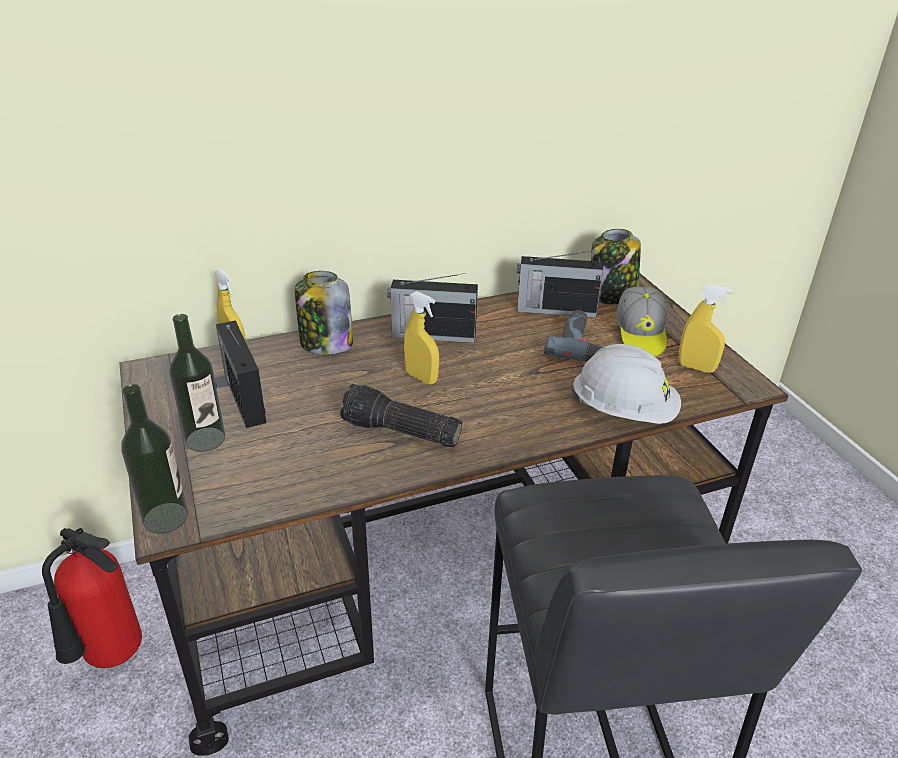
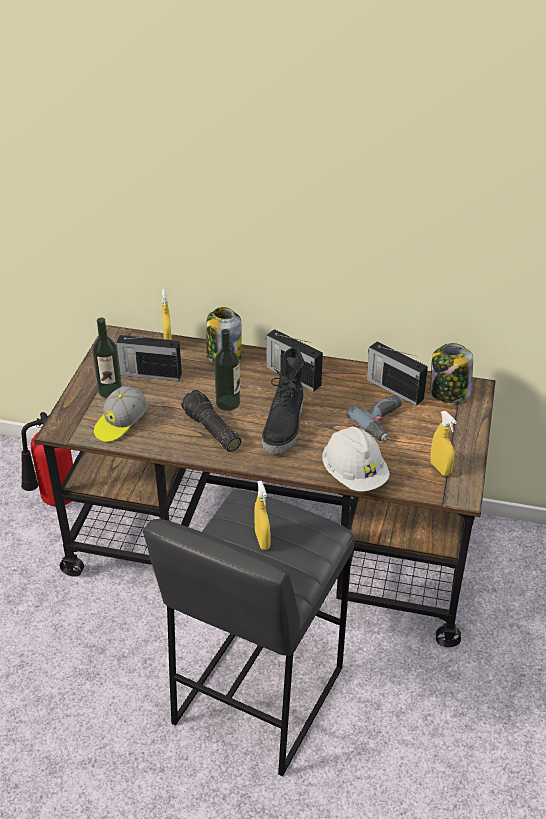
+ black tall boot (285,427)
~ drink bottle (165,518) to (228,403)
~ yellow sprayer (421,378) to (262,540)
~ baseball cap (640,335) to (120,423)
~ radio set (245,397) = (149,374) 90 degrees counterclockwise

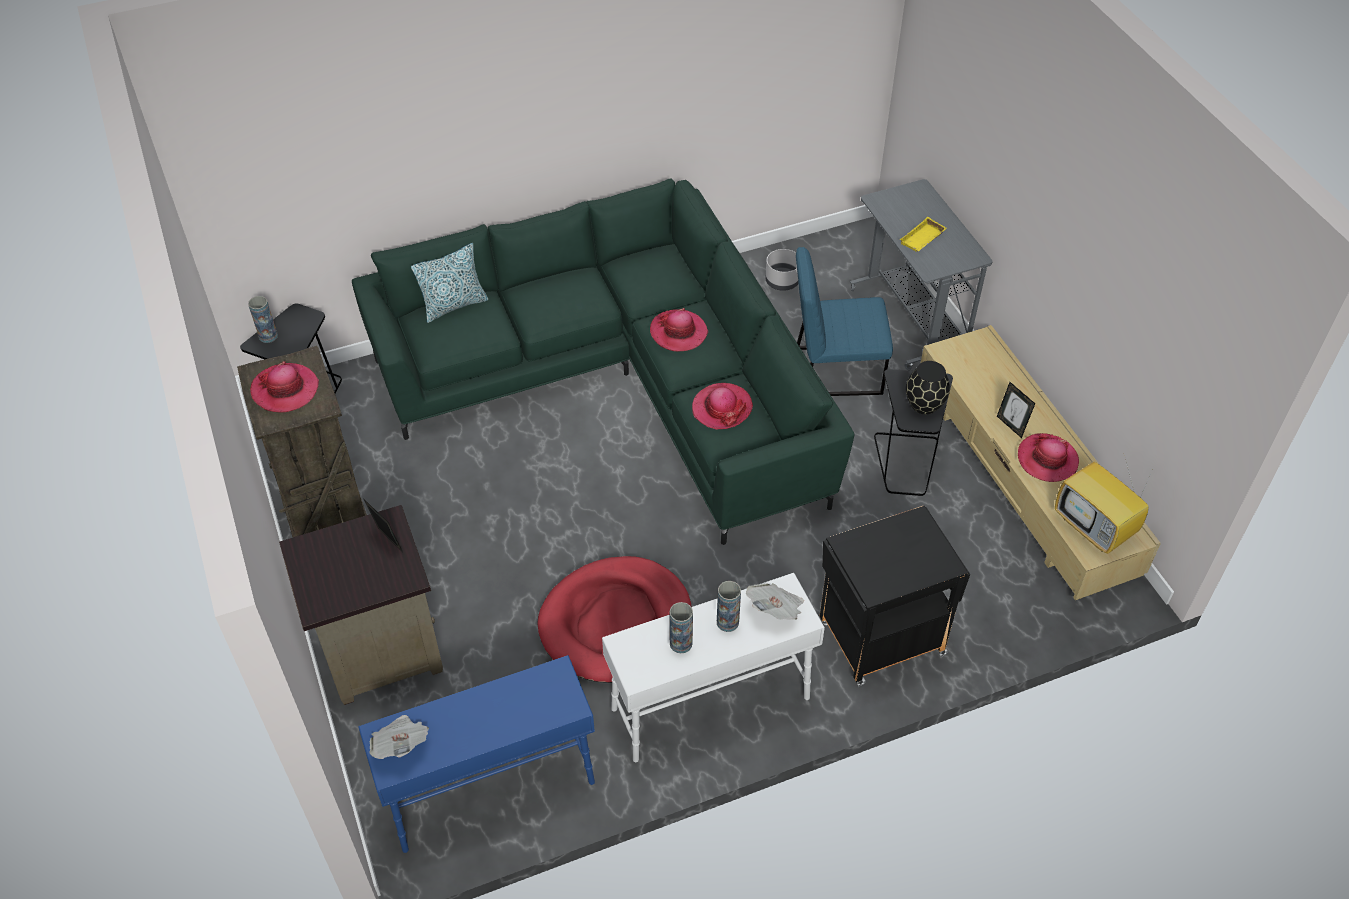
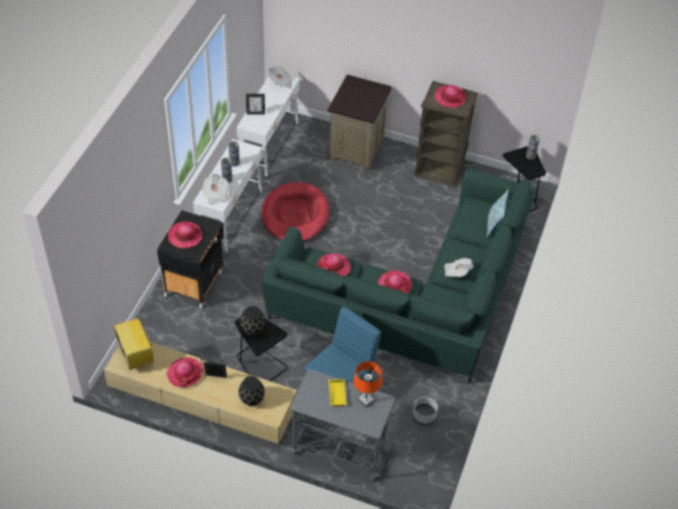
+ clothing hat (185,236)
+ black vase (252,399)
+ orange-coloured tabletop lamp (366,400)
+ printed paper (456,272)
~ photo frame (387,542) to (255,113)
~ blue-coloured console table (490,787) to whitish console table (270,145)
~ television (1095,528) = (137,355) 120 degrees counterclockwise

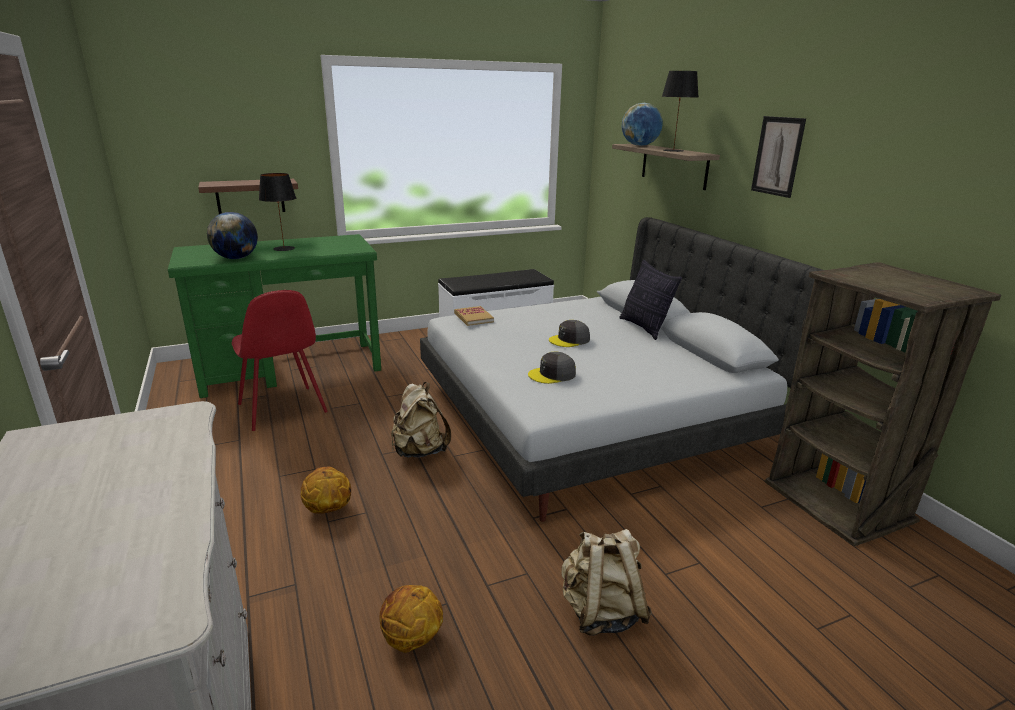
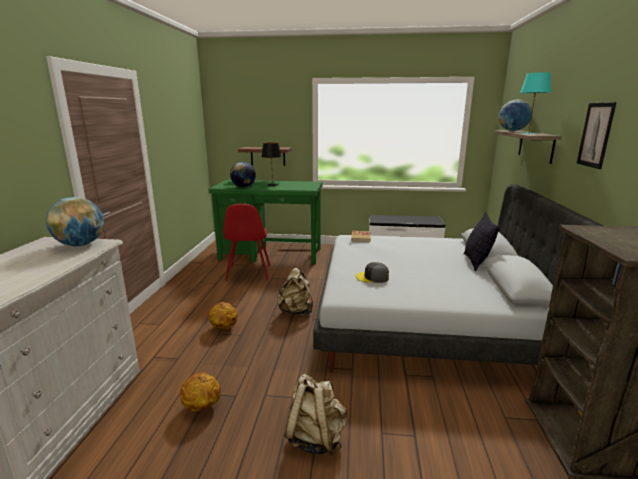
- gray baseball cap (569,340)
+ desk globe (80,244)
~ black tabletop lamp (673,150) to turquoise tabletop lamp (528,133)

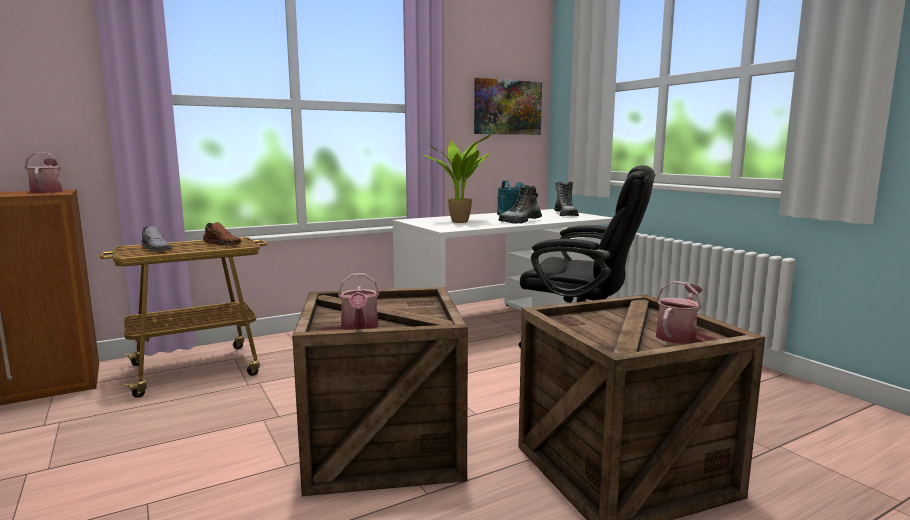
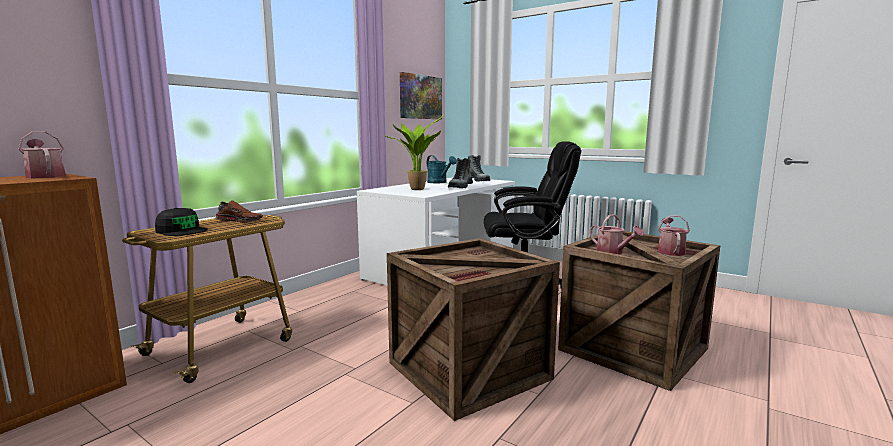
~ watering can (360,328) to (613,252)
~ gray shoe (157,249) to black baseball cap (182,231)

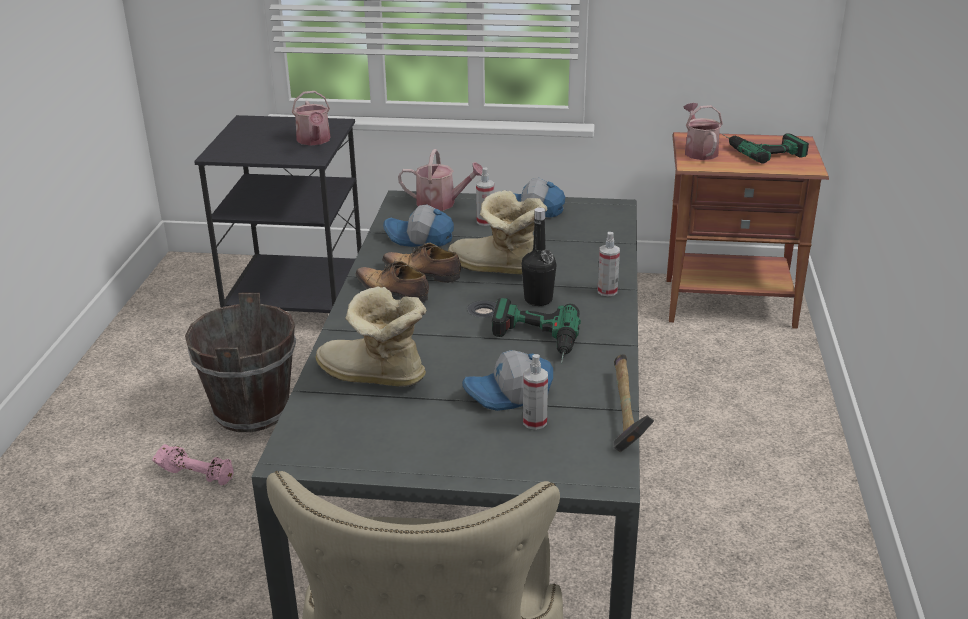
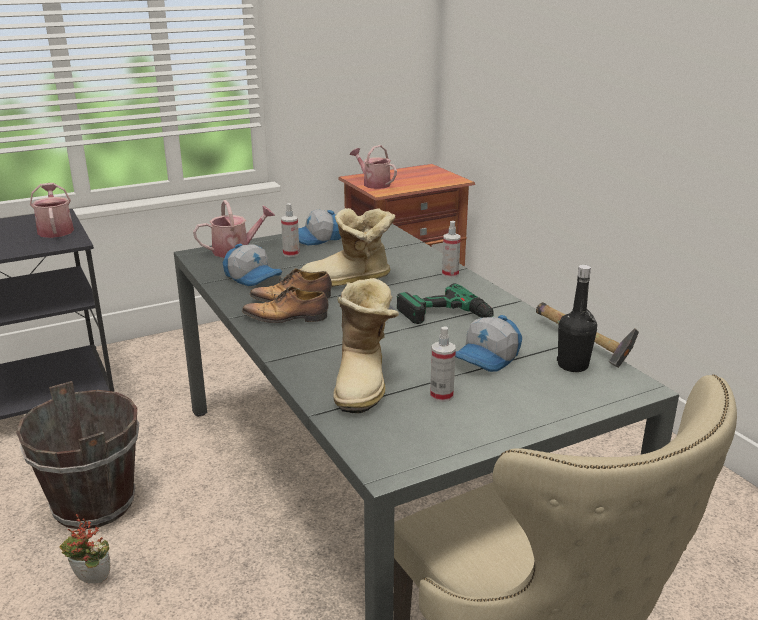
- drill (761,149)
~ black drink bottle (538,300) to (573,365)
~ sprayer (534,422) to (441,395)
~ pinkish hand weight (197,474) to potted plant (91,582)
~ watering can (314,141) = (55,230) 150 degrees counterclockwise
~ tall boot (372,377) = (365,382) 75 degrees counterclockwise
~ baseball cap (419,238) = (253,277) 120 degrees counterclockwise

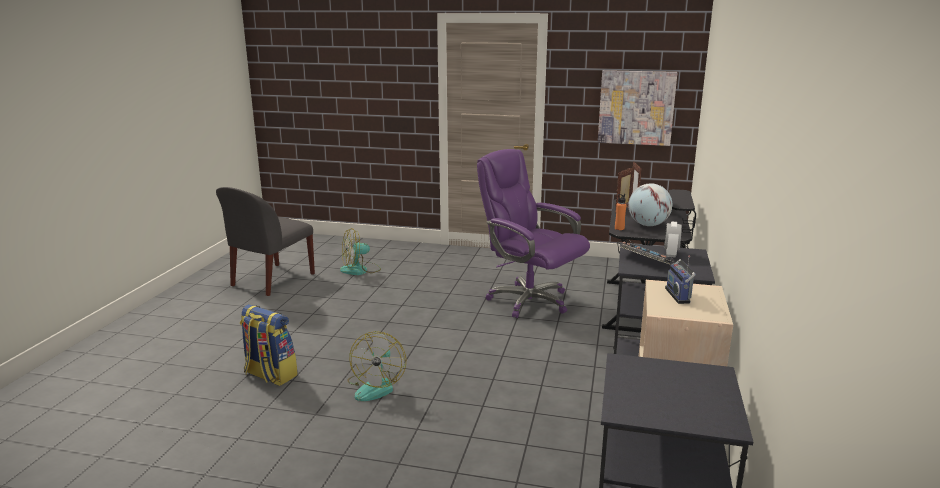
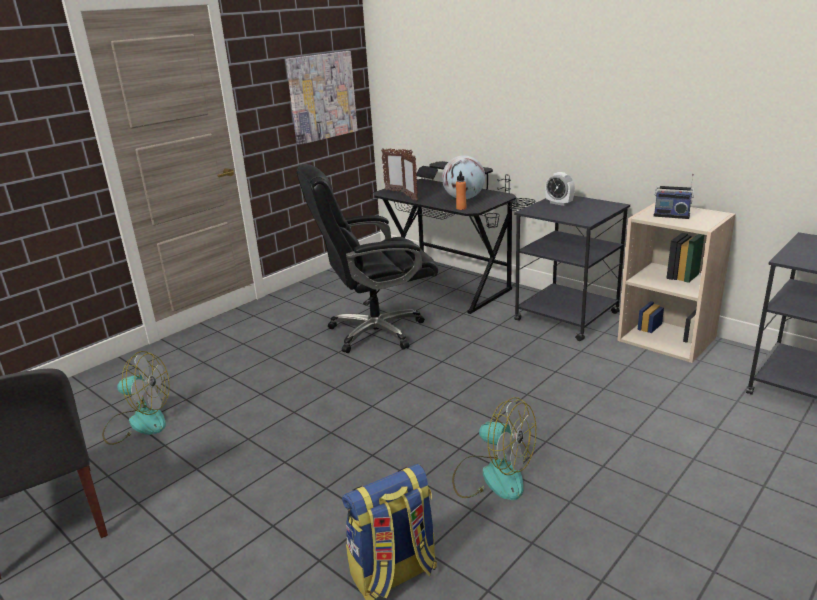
- keyboard (643,260)
~ purple desk chair (530,301) to black desk chair (378,331)
~ cooling fan (360,270) = (138,422) 90 degrees counterclockwise

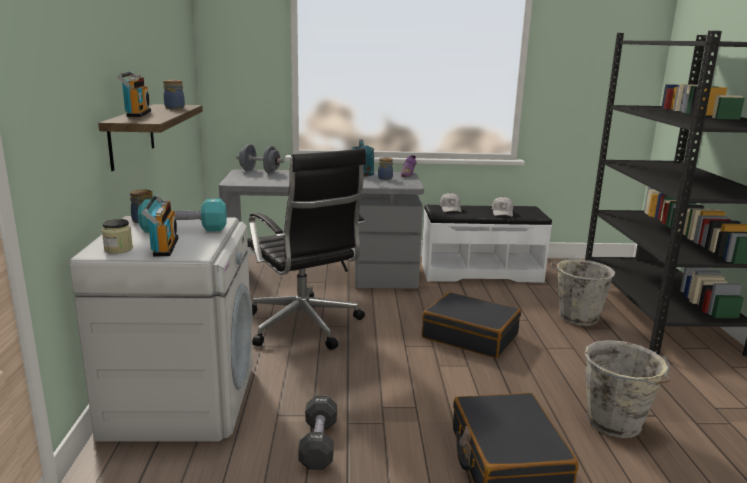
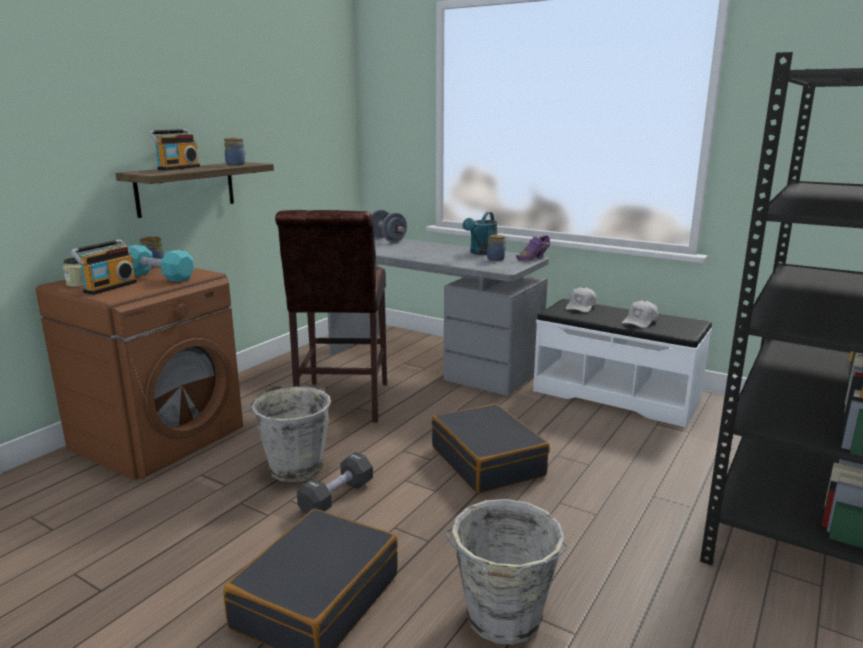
~ black hand weight (318,444) to (336,497)
~ gray water bucket (576,317) to (295,467)
~ black desk chair (304,326) to brownish sitting stool (341,404)
~ whitish laundry appliance (184,398) to brownish laundry appliance (162,436)

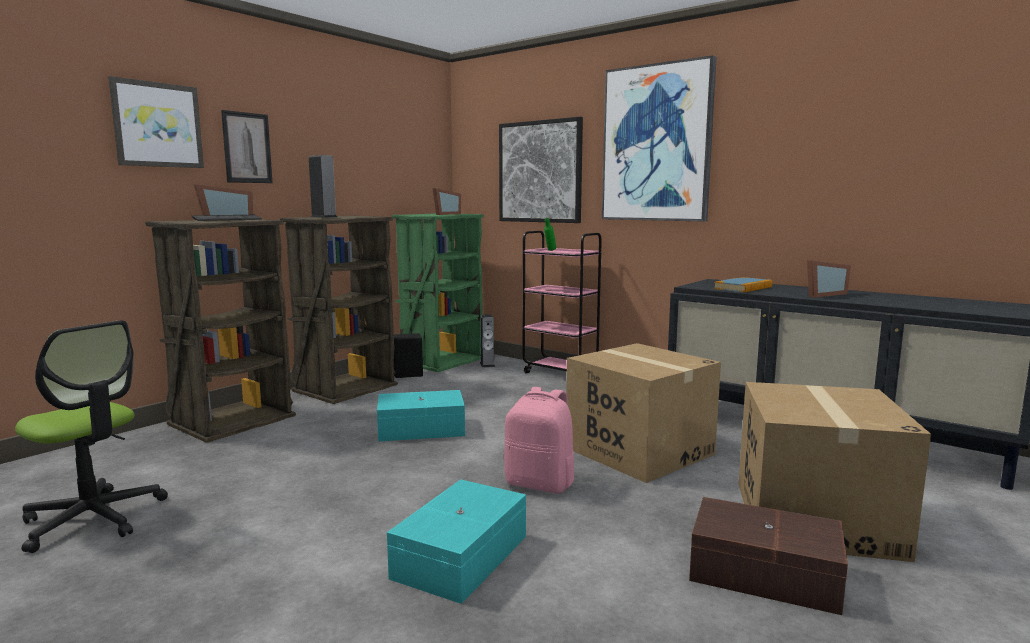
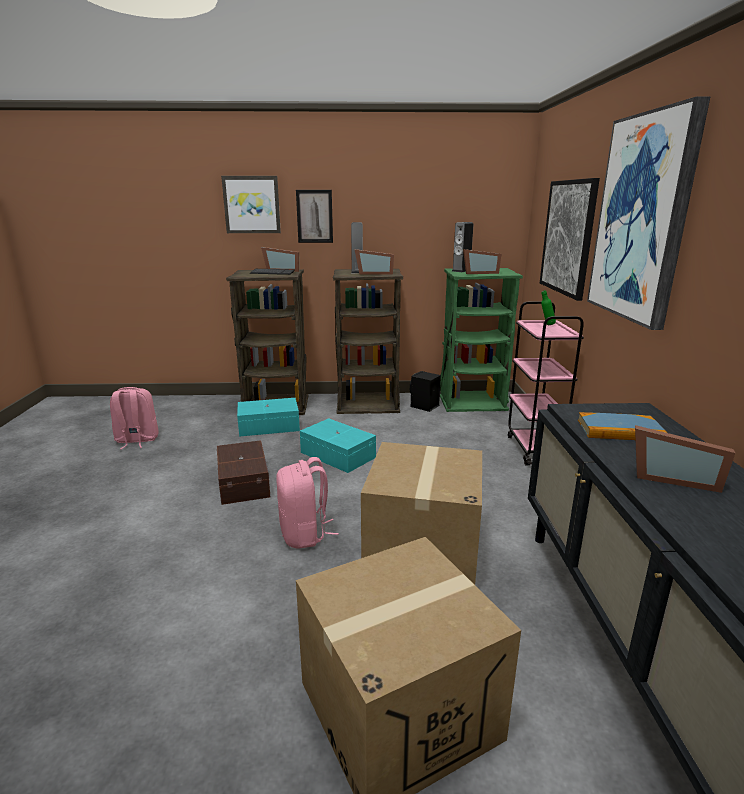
+ photo frame (374,273)
~ turquoise storage container (463,557) to (269,426)
~ audio speaker (487,364) to (461,271)
~ brownish storage container (763,572) to (244,481)
~ desk chair (93,519) to pinkish rucksack (136,440)

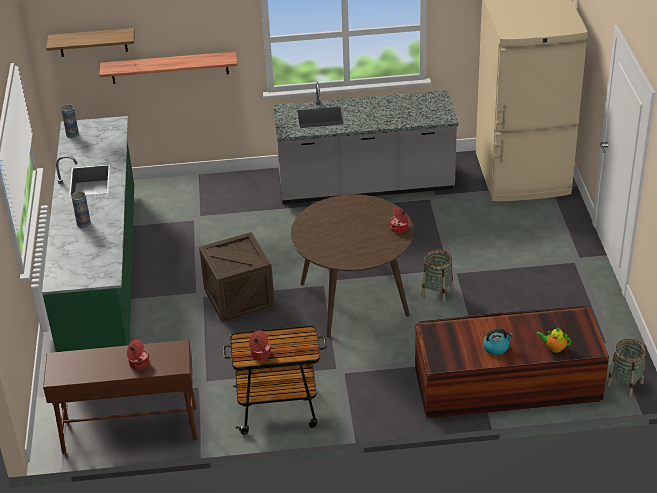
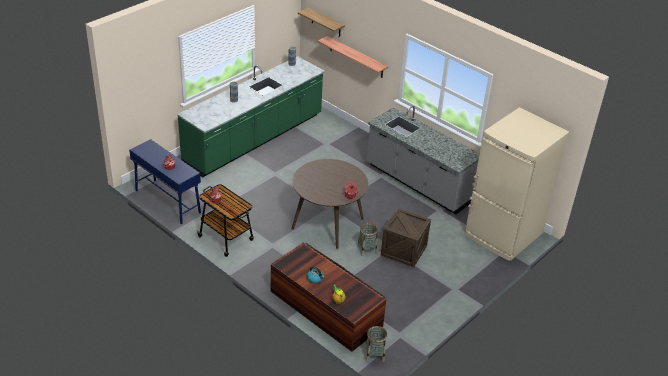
~ shipping crate (239,298) to (403,250)
~ brownish console table (130,429) to blue-coloured console table (168,201)

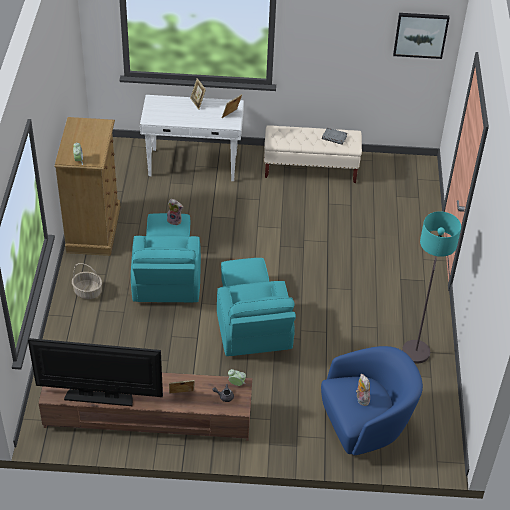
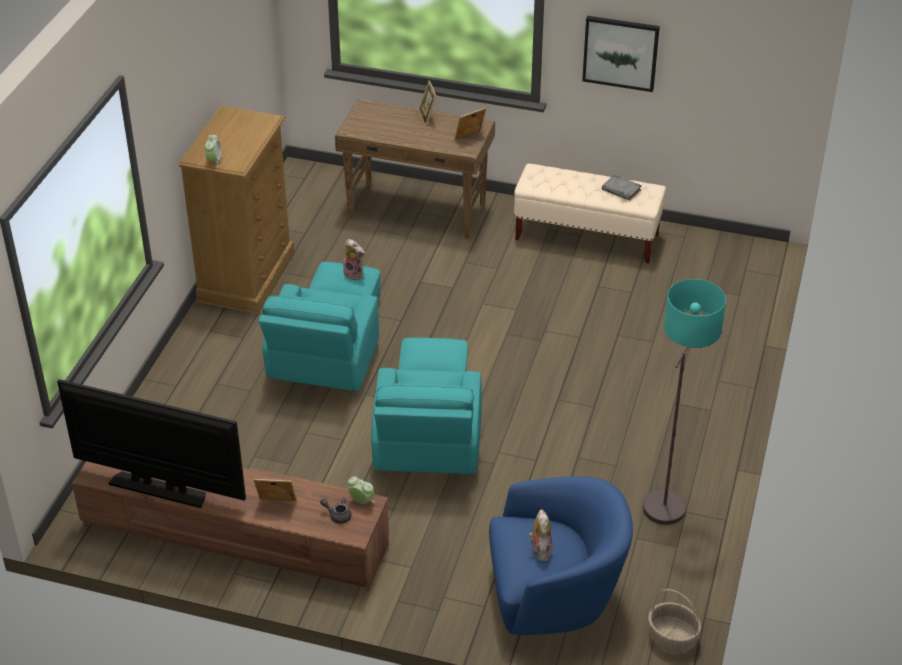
~ household basket (87,292) to (671,638)
~ wall art (420,35) to (620,52)
~ whitish console table (193,165) to brownish console table (417,211)

